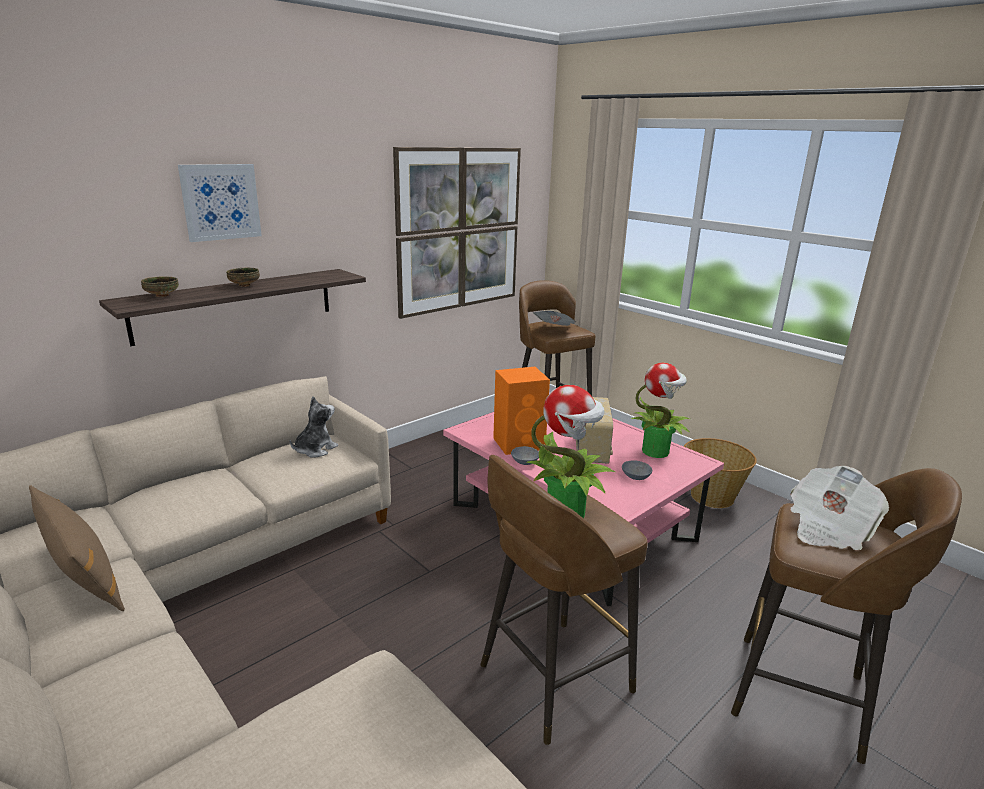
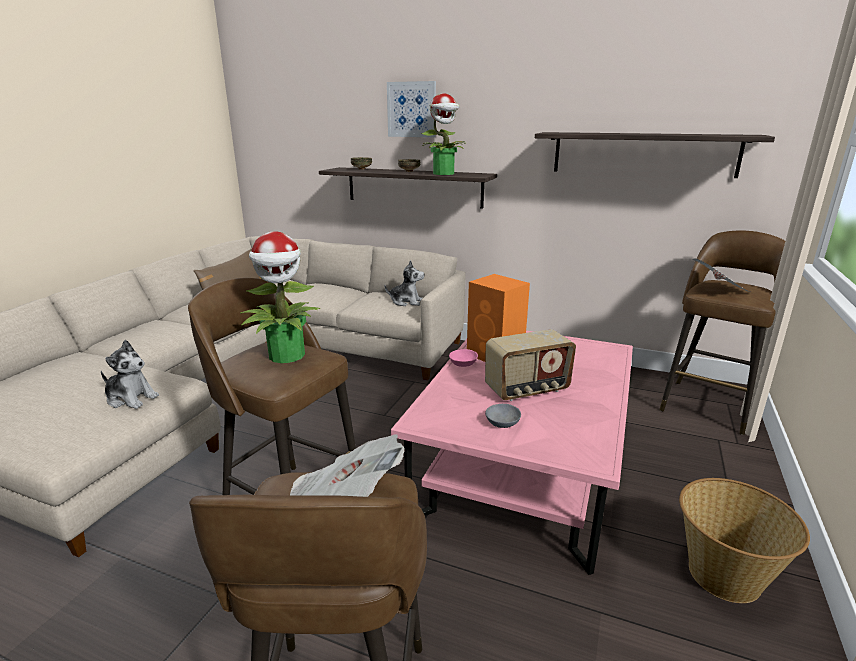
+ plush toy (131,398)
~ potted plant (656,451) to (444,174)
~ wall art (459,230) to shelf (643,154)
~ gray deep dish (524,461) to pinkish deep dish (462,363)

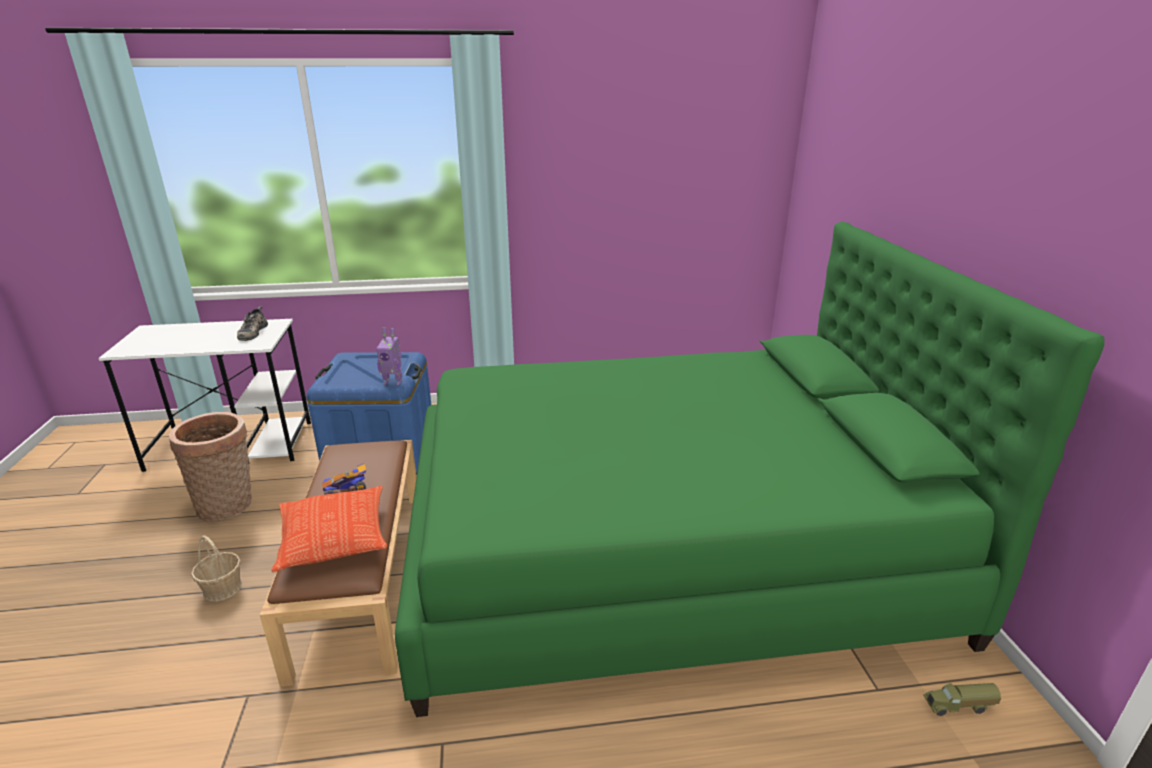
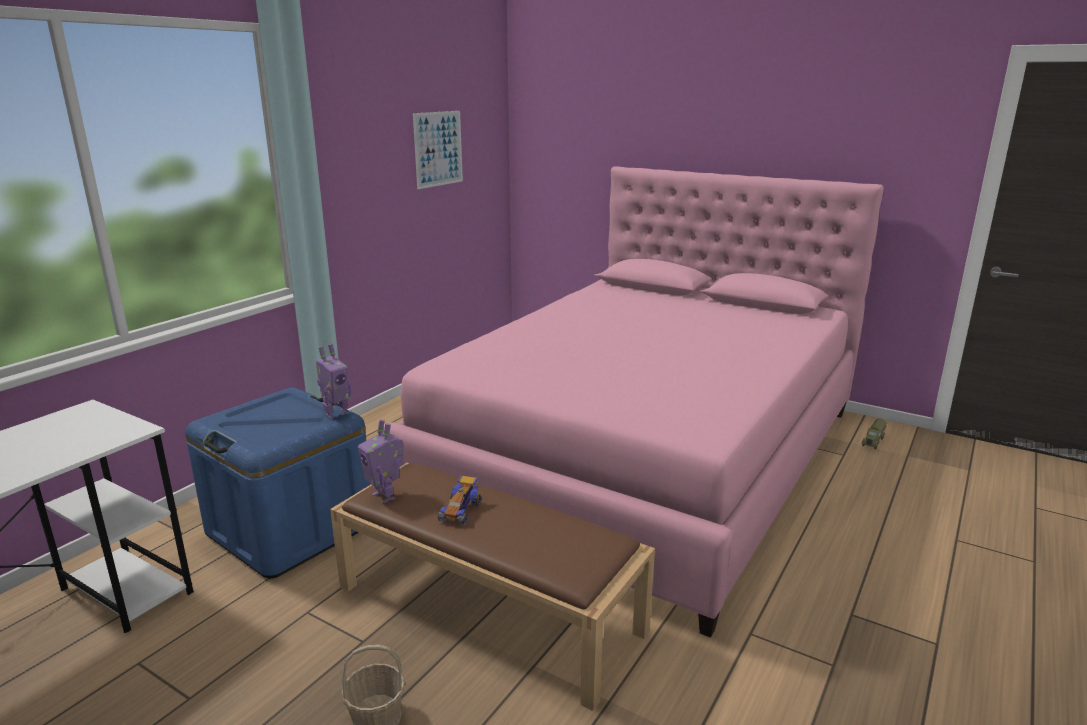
- household basket (229,505)
- shoe (252,332)
- orange-coloured cushion (334,541)
+ robot figure (385,496)
+ wall art (438,149)
~ green bed (665,547) to pinkish bed (646,457)

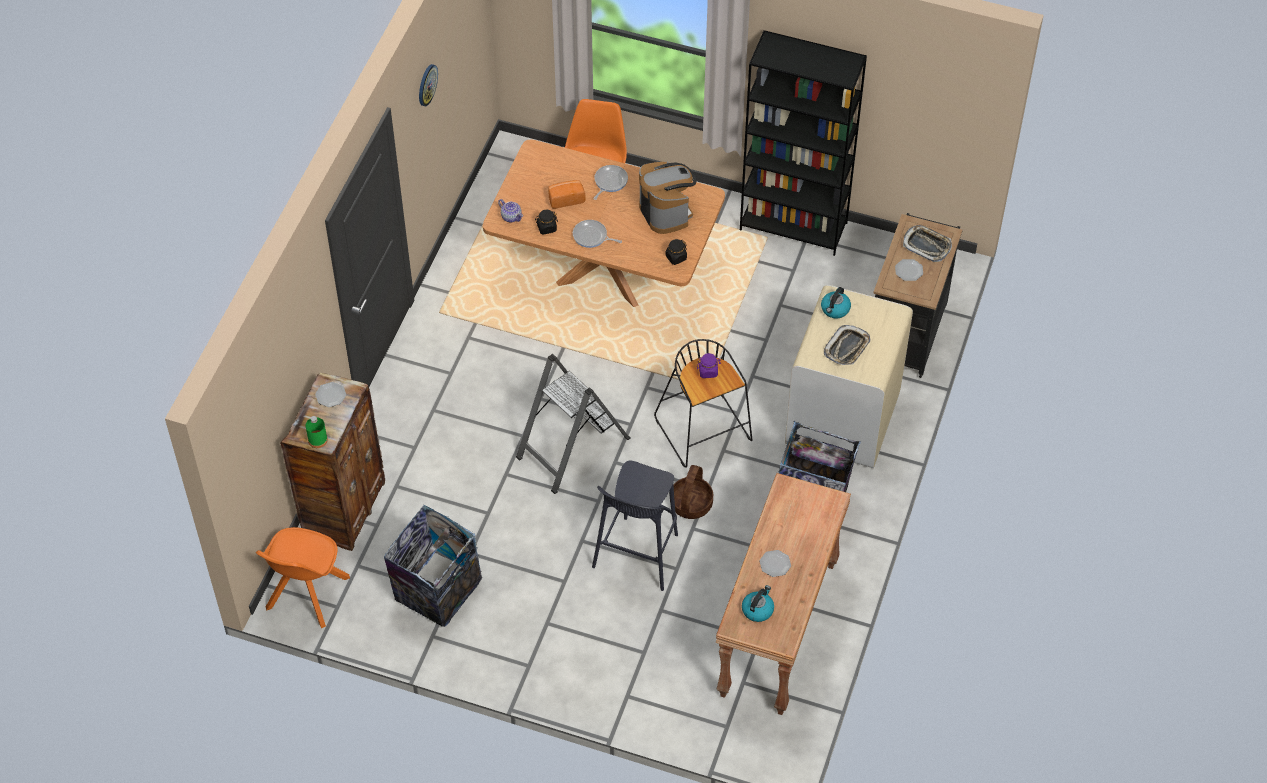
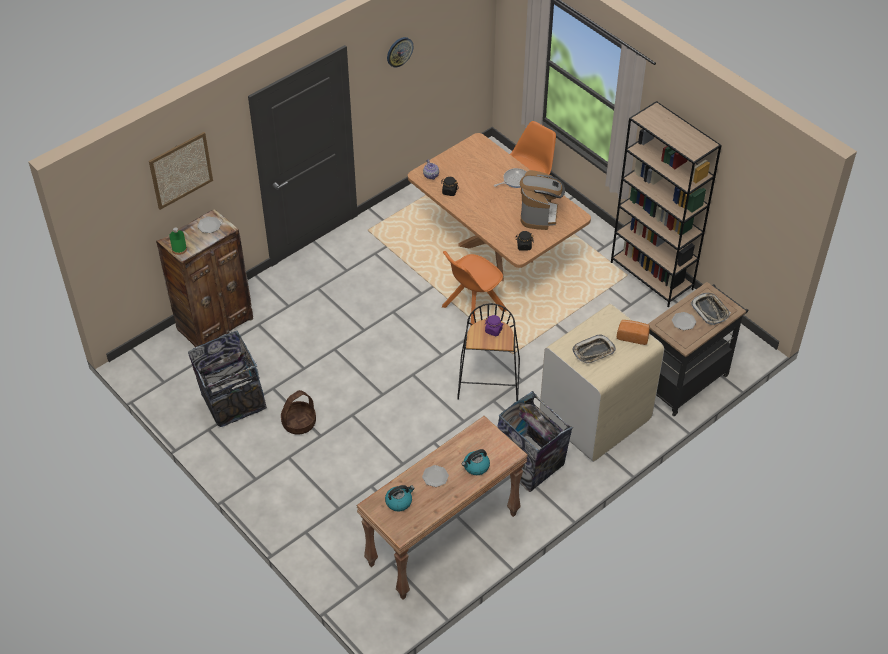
- gray step stool (572,448)
- pan (592,236)
- gray sitting stool (638,554)
+ wall art (180,169)
~ orange-coloured upright chair (306,594) to (472,309)
~ bread (566,199) to (633,336)
~ household basket (691,503) to (299,422)
~ tea kettle (835,309) to (476,467)
~ black bookshelf (794,226) to beige bookshelf (652,276)

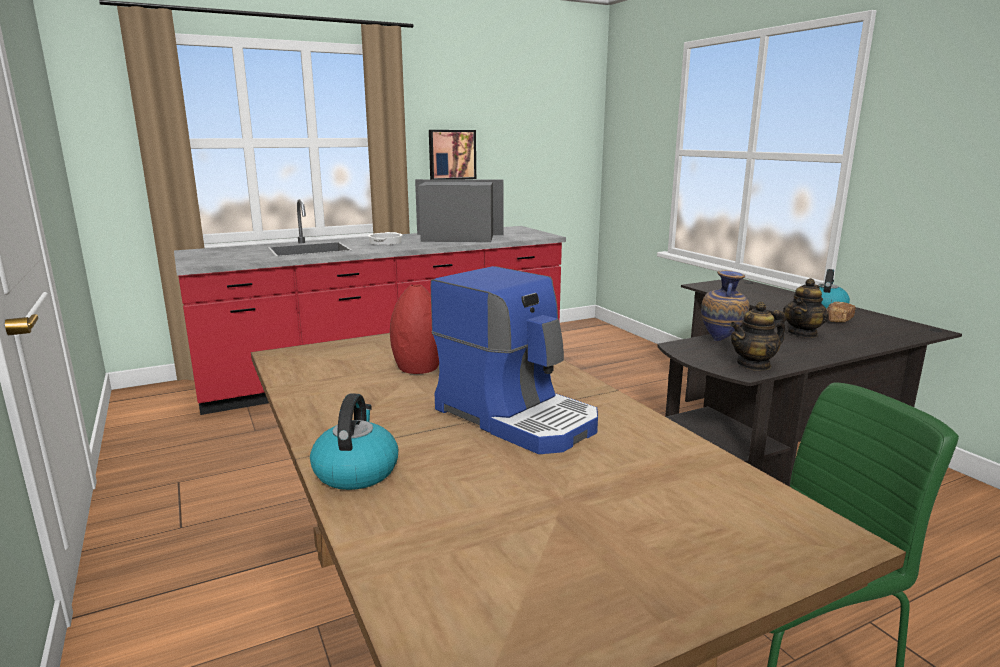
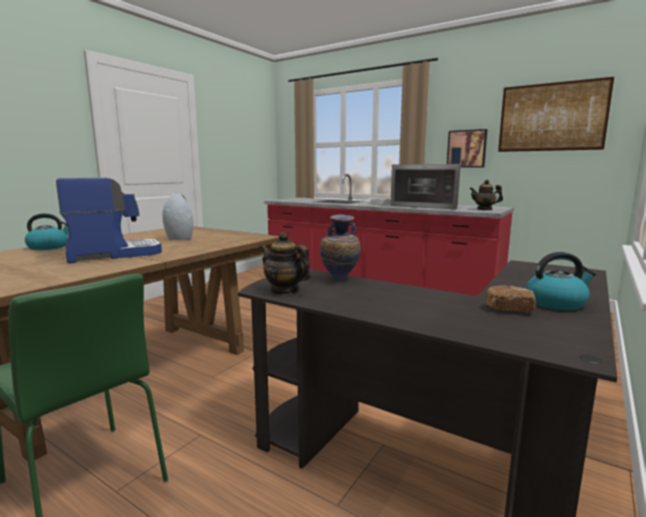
+ wall art (551,117)
~ teapot (803,333) to (484,209)
~ reddish vase (417,368) to gray vase (179,238)
~ microwave oven (458,238) = (427,206) 150 degrees clockwise
~ coffee maker (517,417) = (113,254) 135 degrees counterclockwise

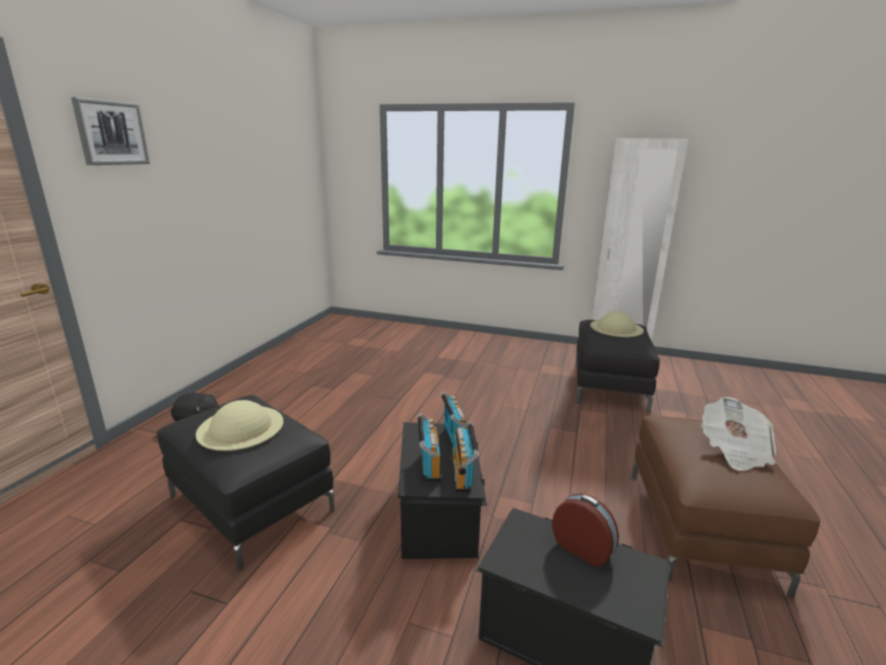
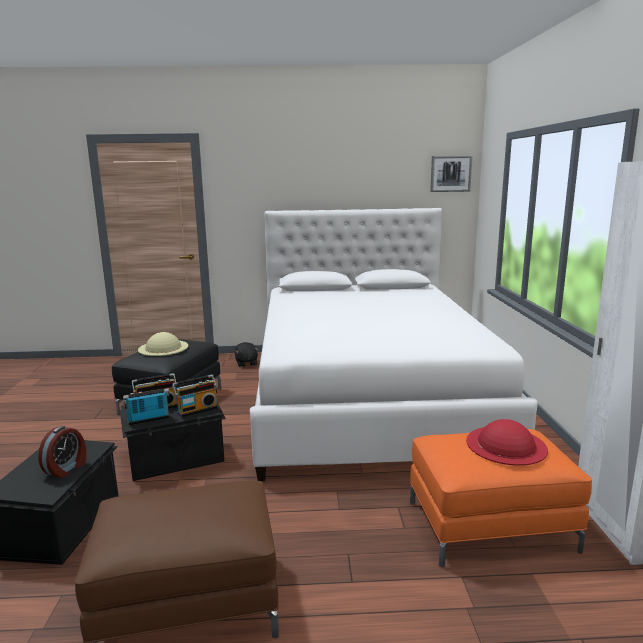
- printed paper (734,450)
+ whitish bed (368,397)
~ wall art (112,133) to (450,173)
~ black pouffe (609,385) to orange-coloured pouffe (490,526)
~ beige clothing hat (616,327) to reddish clothing hat (506,445)

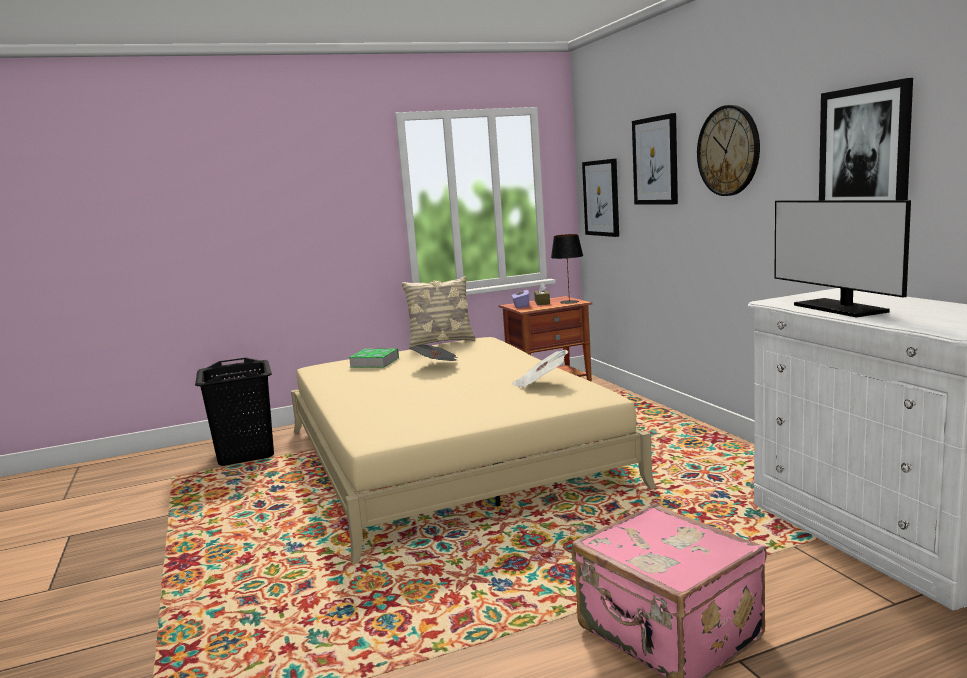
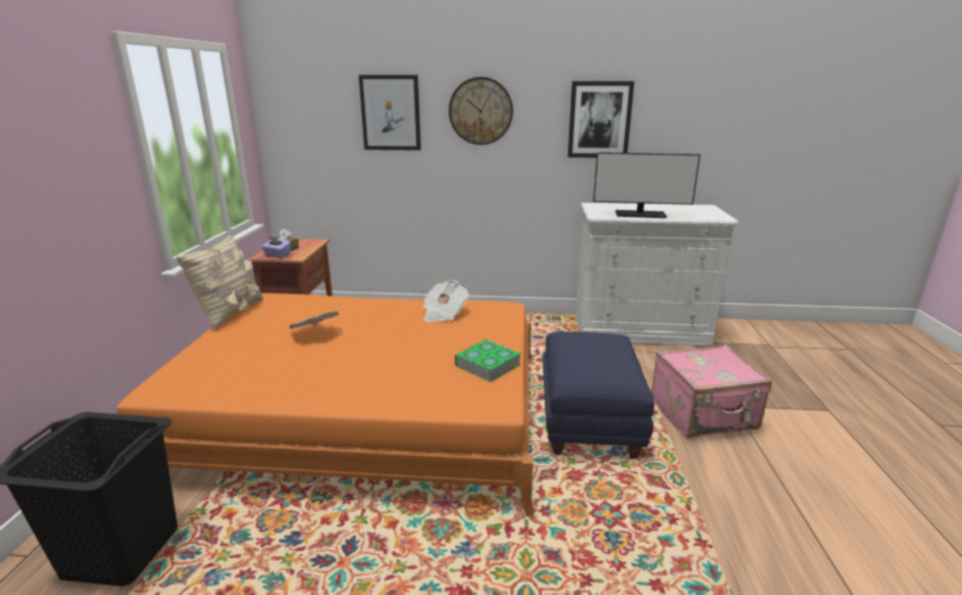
- black tabletop lamp (569,302)
- wall art (601,198)
+ blue-coloured pouffe (588,421)
~ volume (374,362) to (487,365)
~ beige bed (447,456) to orange-coloured bed (363,411)

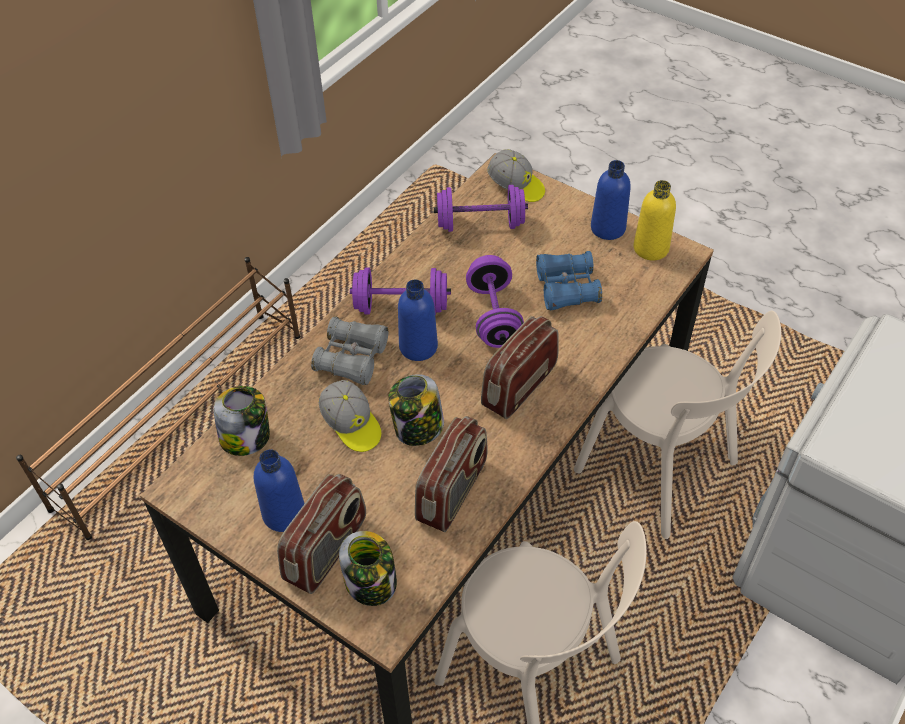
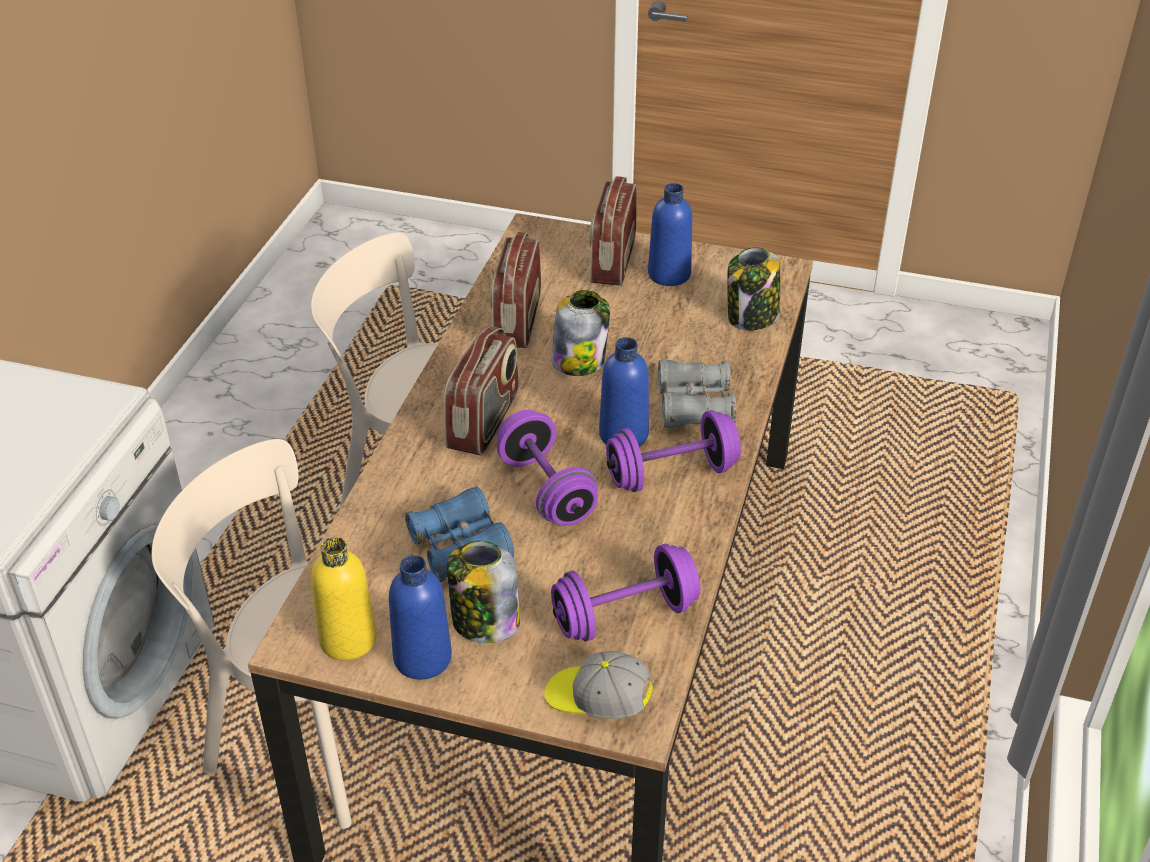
- brownish shoe rack (183,418)
- baseball cap (351,424)
~ preserve jar (371,583) to (484,621)

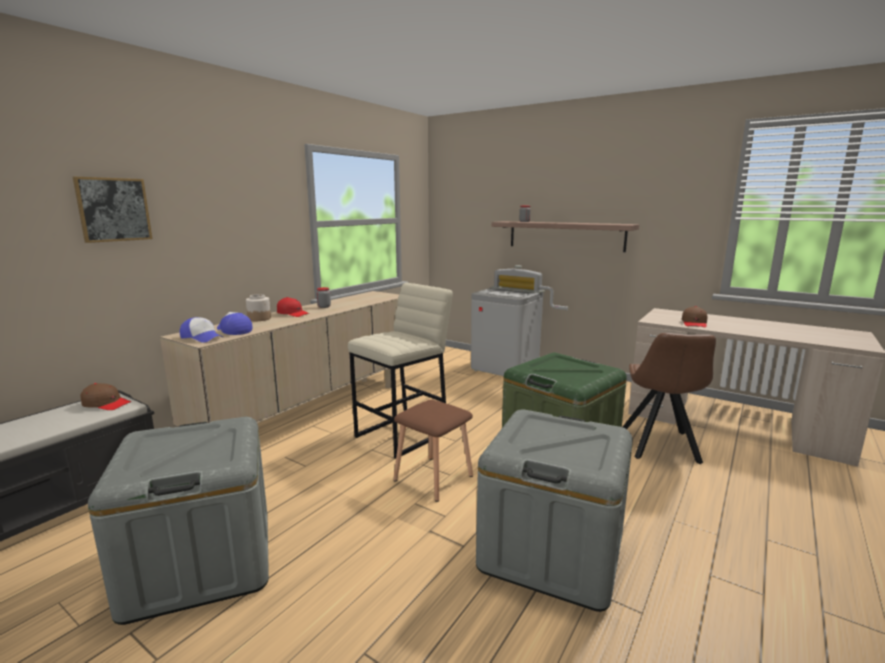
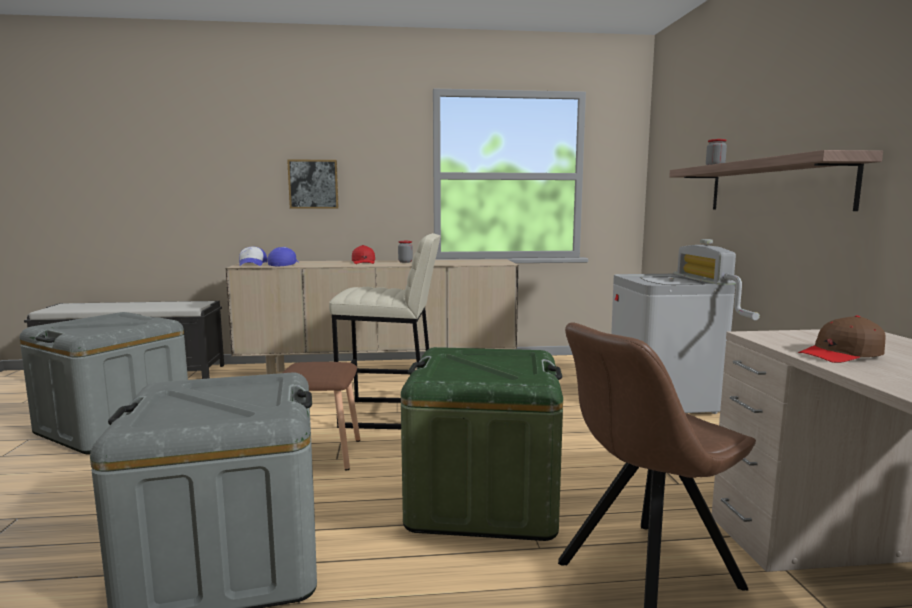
- brownish baseball cap (106,404)
- preserve jar (259,318)
~ wall art (114,209) to (313,184)

